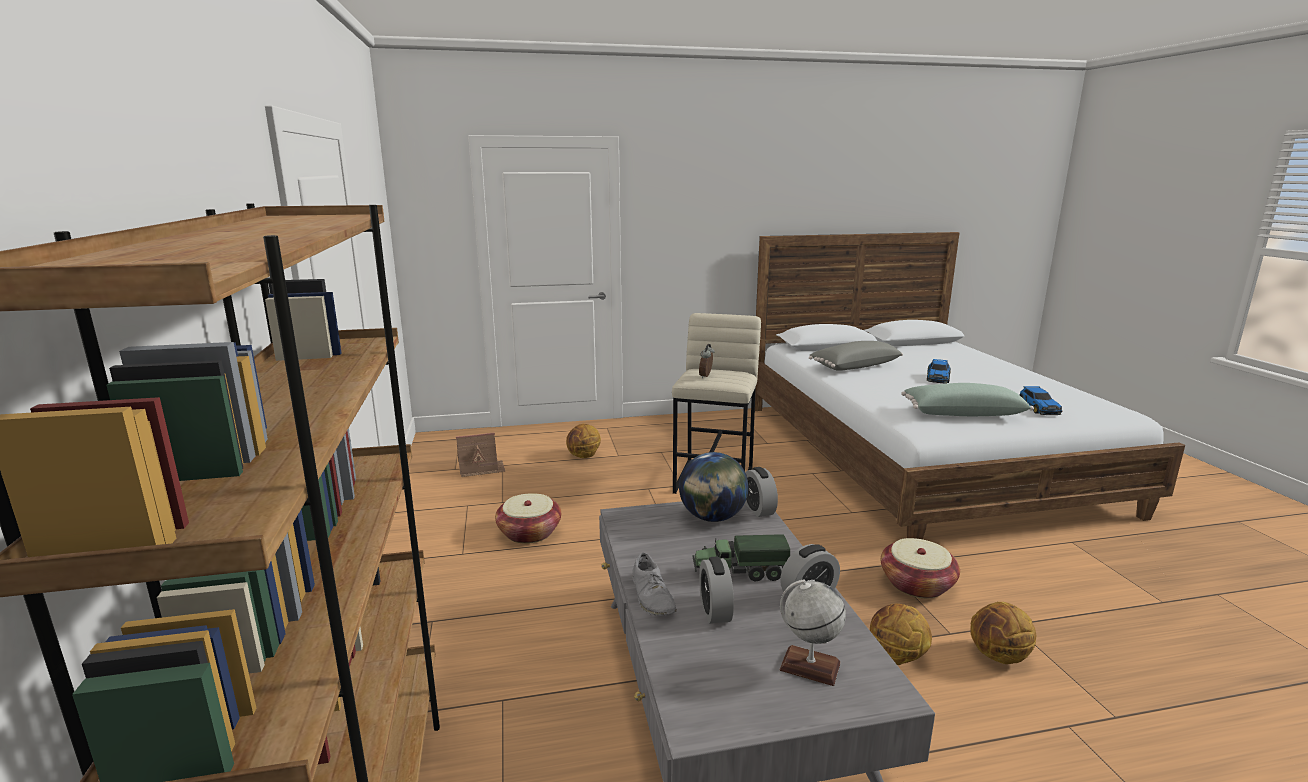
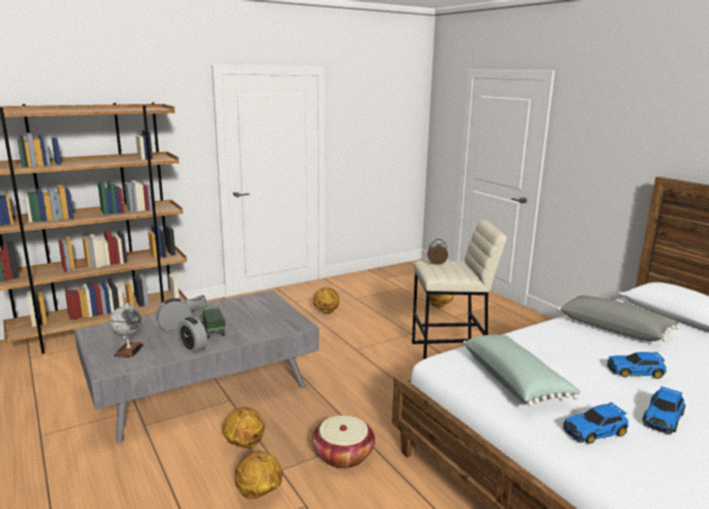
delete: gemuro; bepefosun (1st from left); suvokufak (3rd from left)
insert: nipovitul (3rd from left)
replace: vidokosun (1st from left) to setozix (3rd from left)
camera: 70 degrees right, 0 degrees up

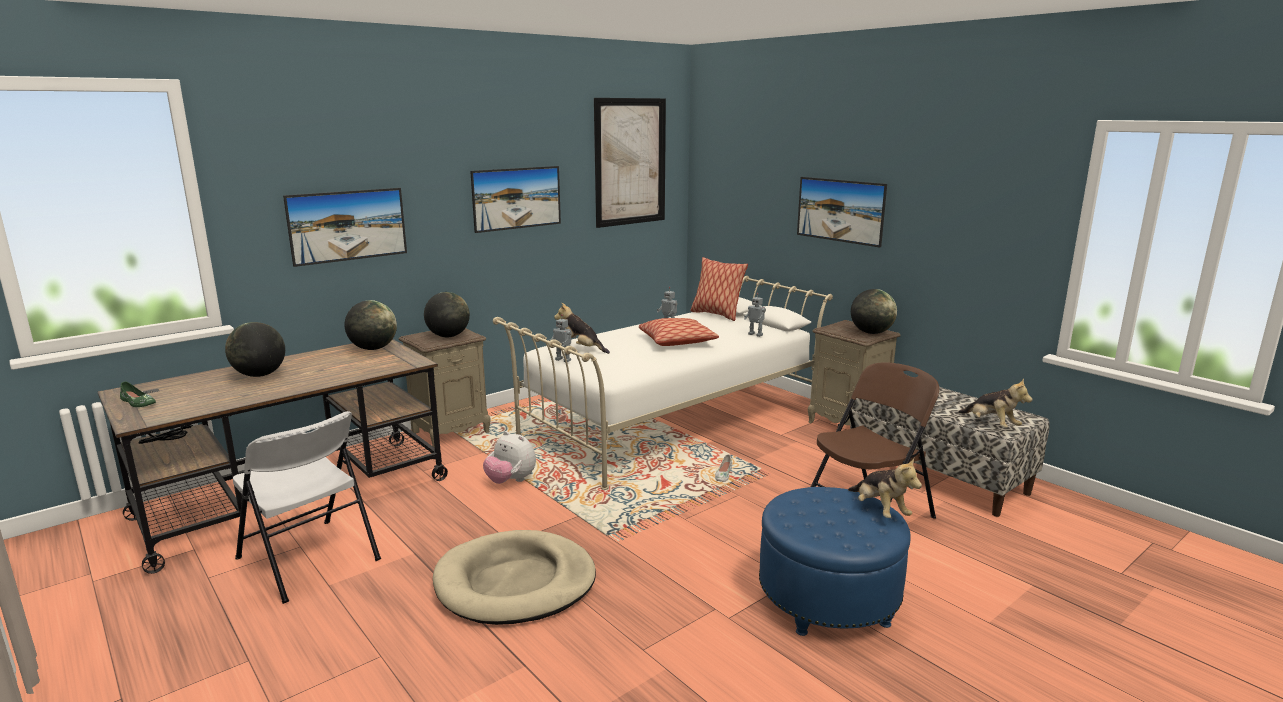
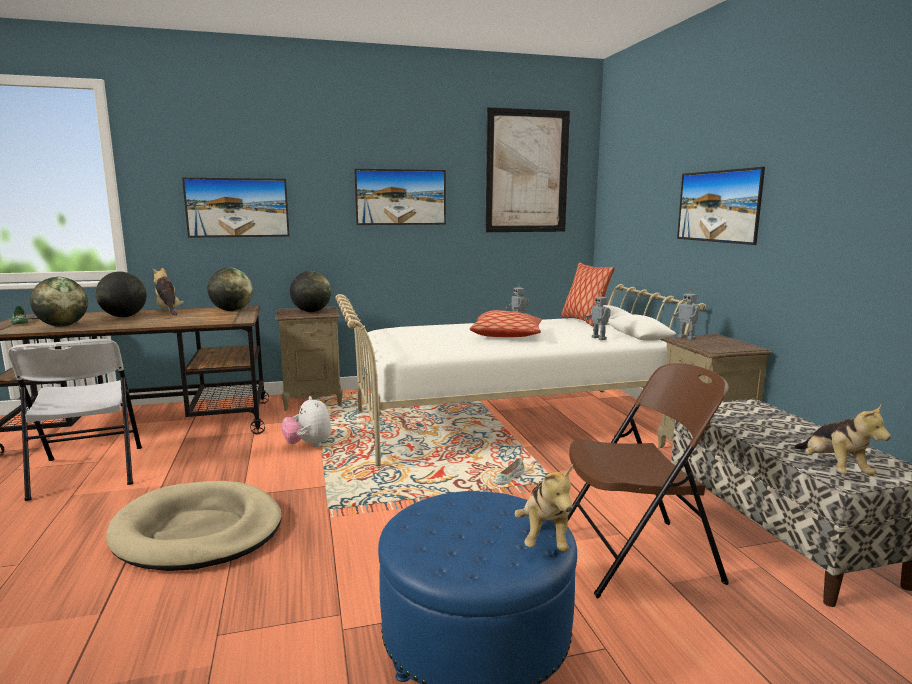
move: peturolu (1st from left in the first image) to peturolu (3rd from left); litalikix (2nd from left in the first image) to litalikix (1st from left); bepefosun (4th from left in the first image) to bepefosun (1st from left)
camera: 25 degrees right, 5 degrees down

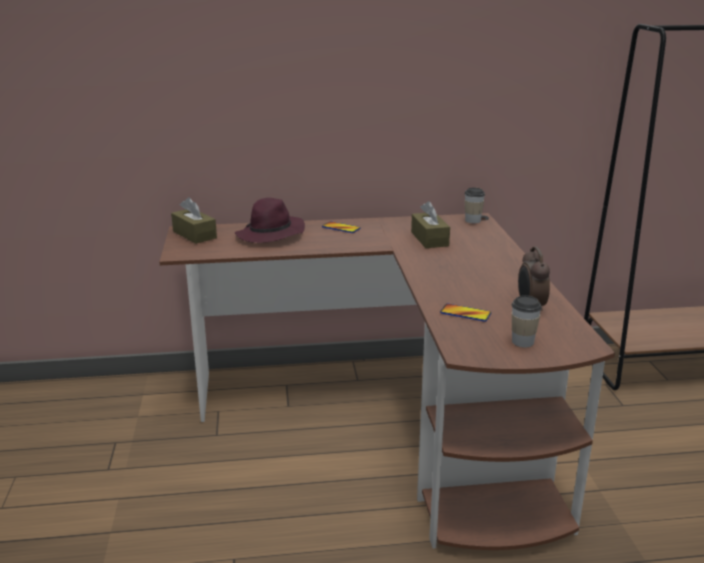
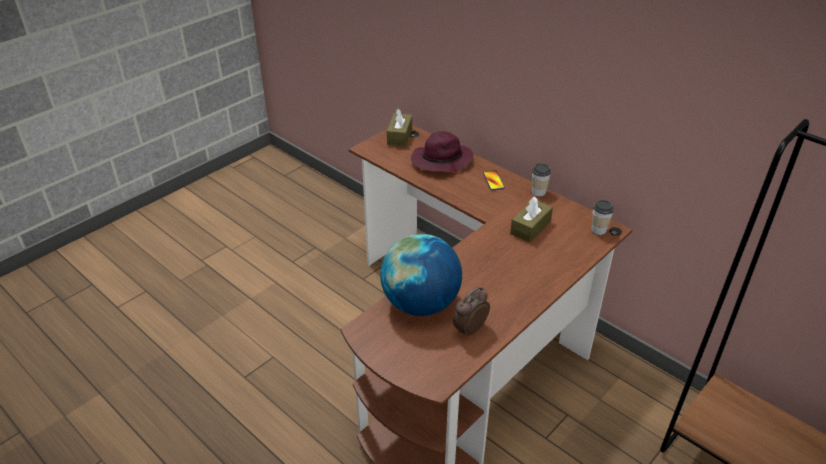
move: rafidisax (2nd from left in the first image) to rafidisax (1st from left)
replace: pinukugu (2nd from left) to bepefosun
camera: 50 degrees right, 15 degrees up

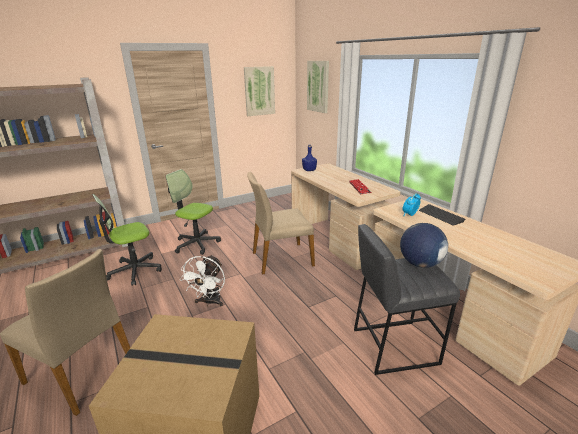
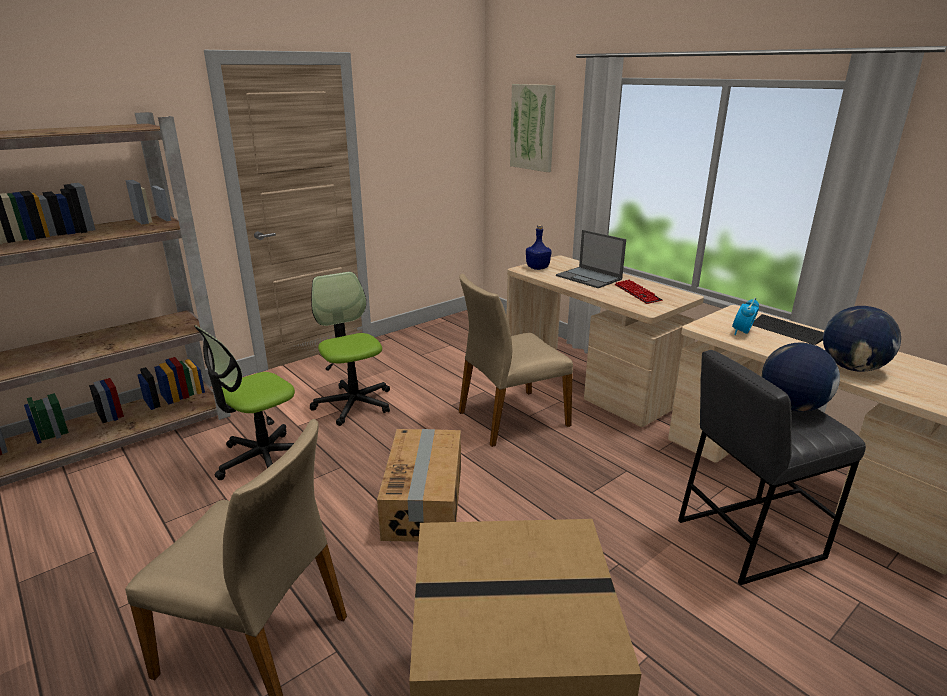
delete: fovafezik (1st from left)
insert: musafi; bepefosun (2nd from left)
replace: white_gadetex to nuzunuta (1st from left)
rotate: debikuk (2nd from left) 45 degrees clockwise
camera: 10 degrees left, 0 degrees up

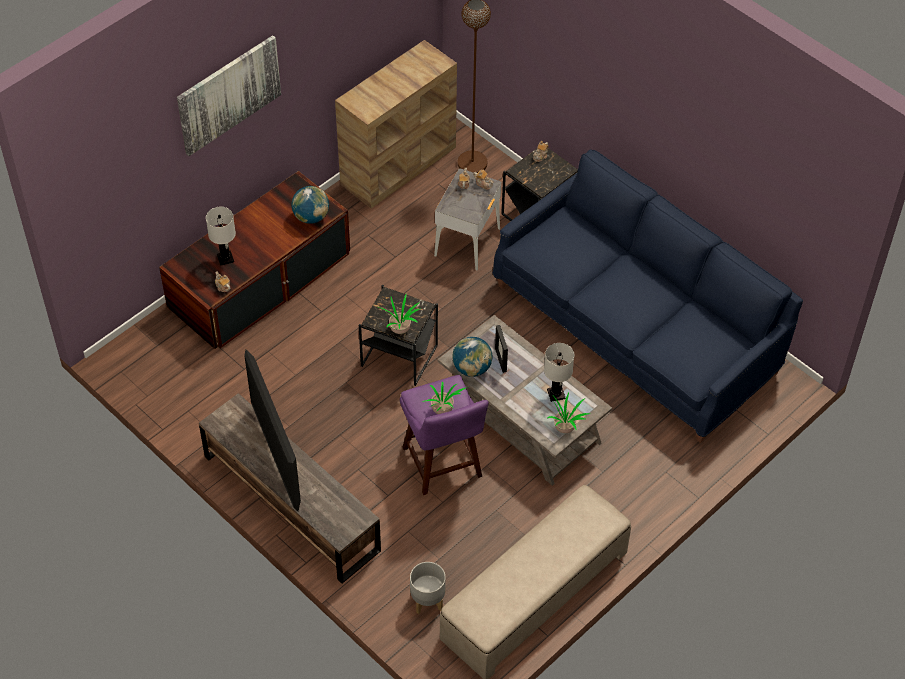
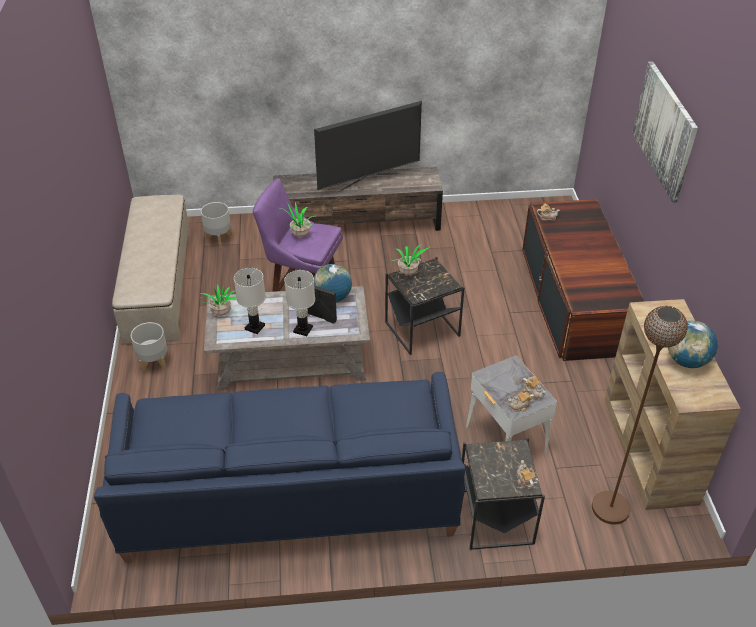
insert: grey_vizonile (1st from left)
move: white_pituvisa (1st from left in the first image) to white_pituvisa (2nd from left); bepefosun (1st from left in the first image) to bepefosun (2nd from left)
rotate: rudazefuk 135 degrees clockwise
camera: 130 degrees right, 10 degrees down

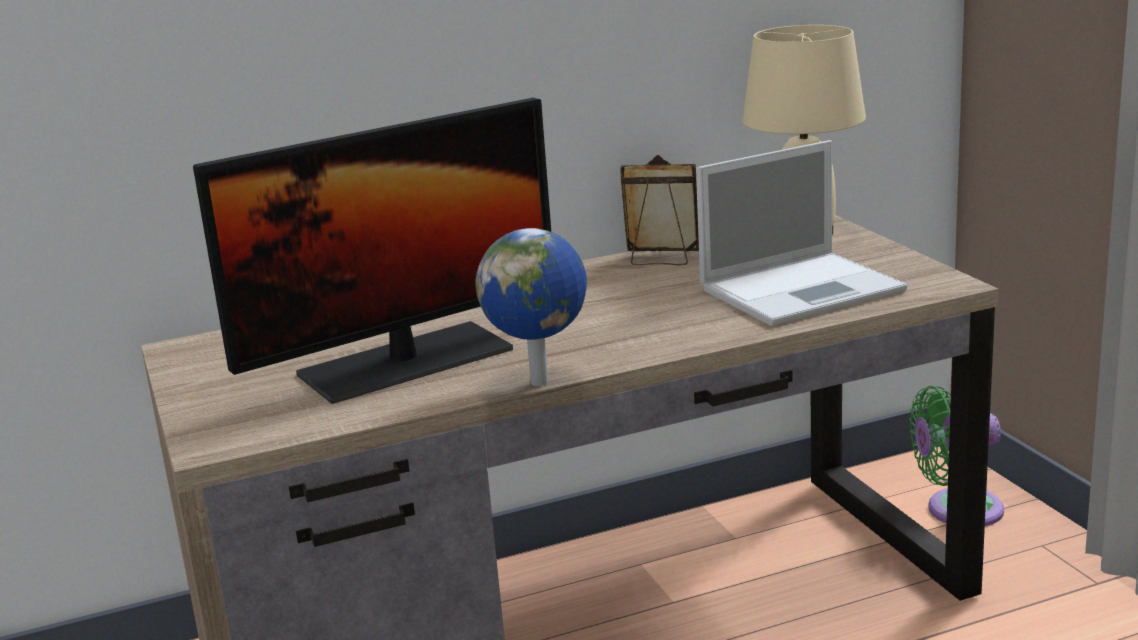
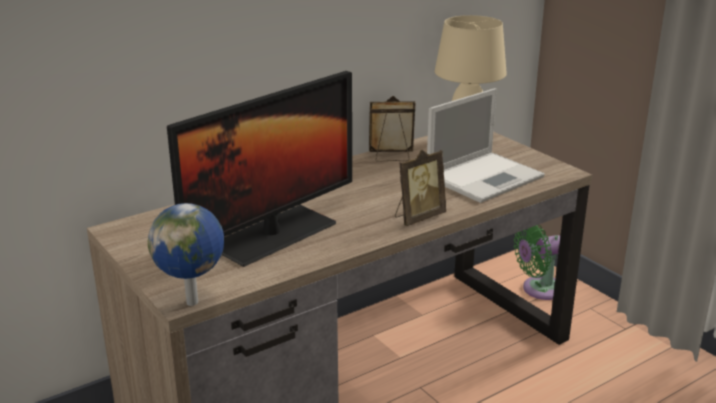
insert: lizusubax (2nd from left)
move: bepefosun
camera: 15 degrees left, 5 degrees up

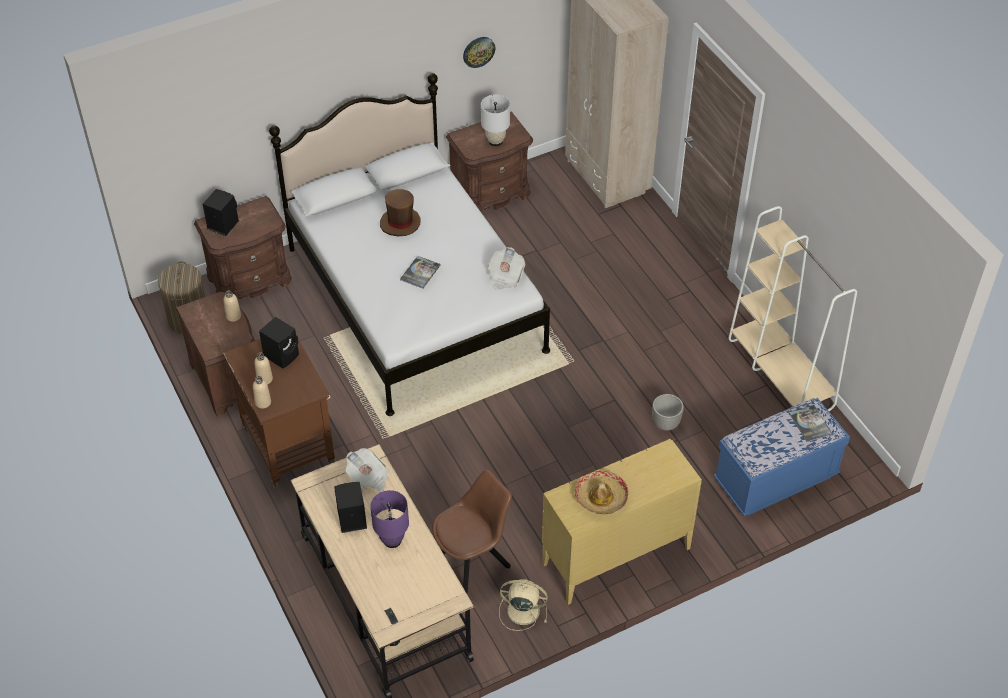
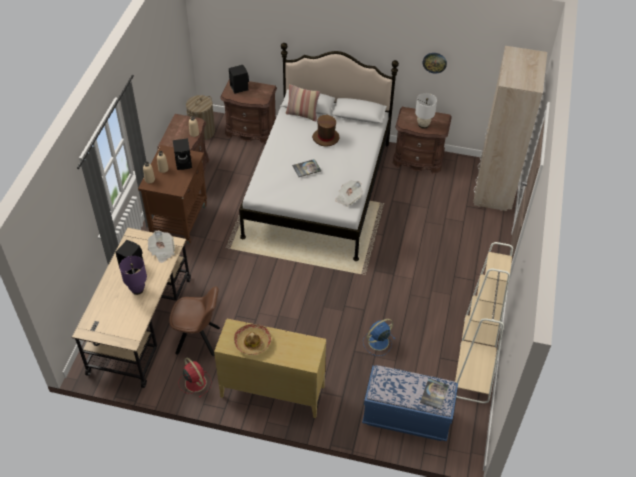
insert: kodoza
replace: vizonile to blue_gadetex
recolor: beige_gadetex to red_gadetex
camera: 40 degrees right, 0 degrees up

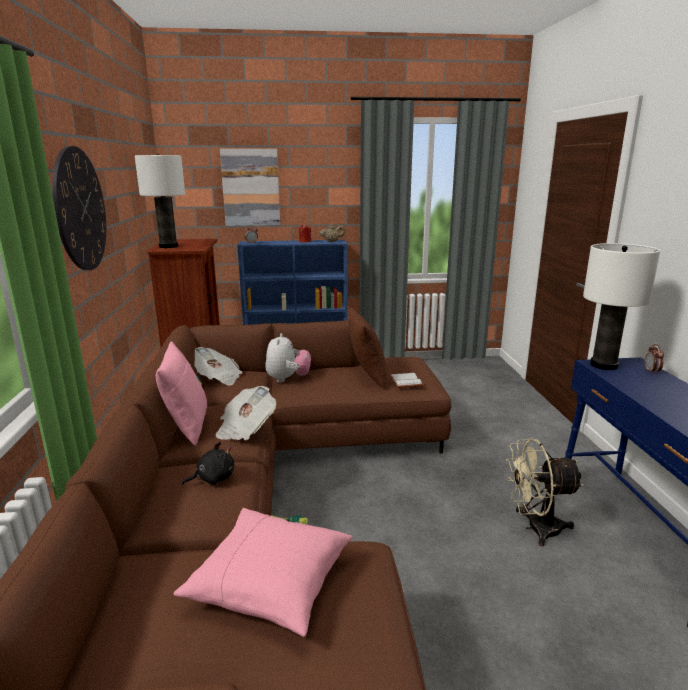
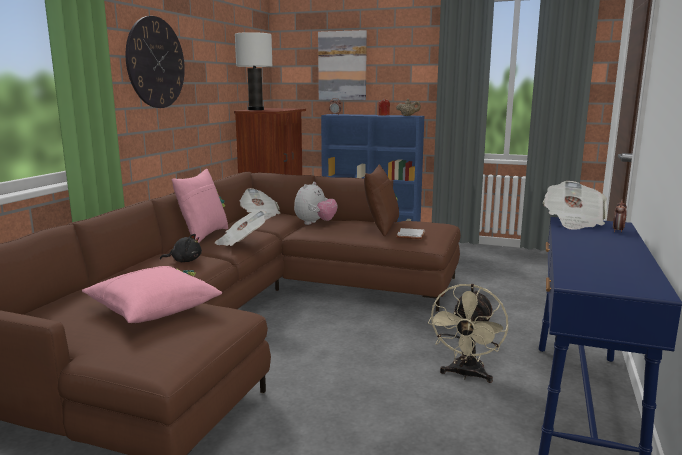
replace: white_pituvisa (2nd from left) to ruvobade (3rd from left)
rotate: beige_gadetex 90 degrees counterclockwise
camera: 25 degrees right, 5 degrees down

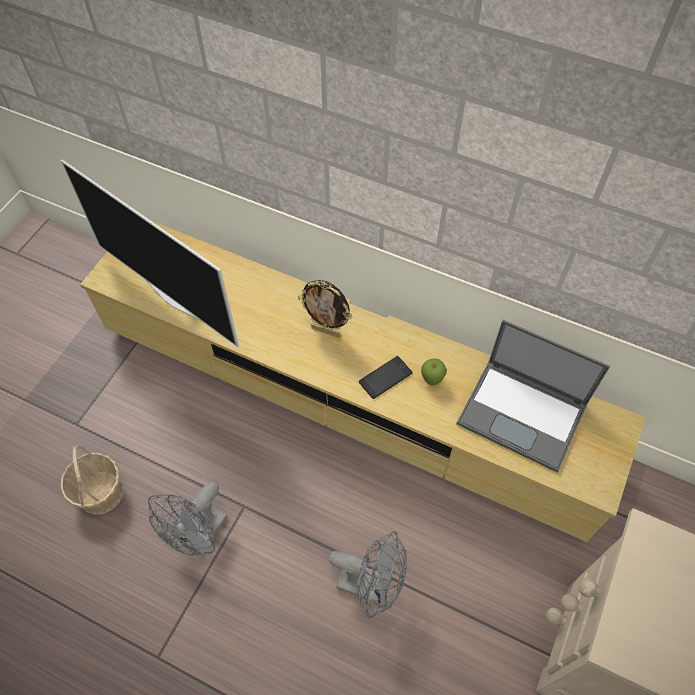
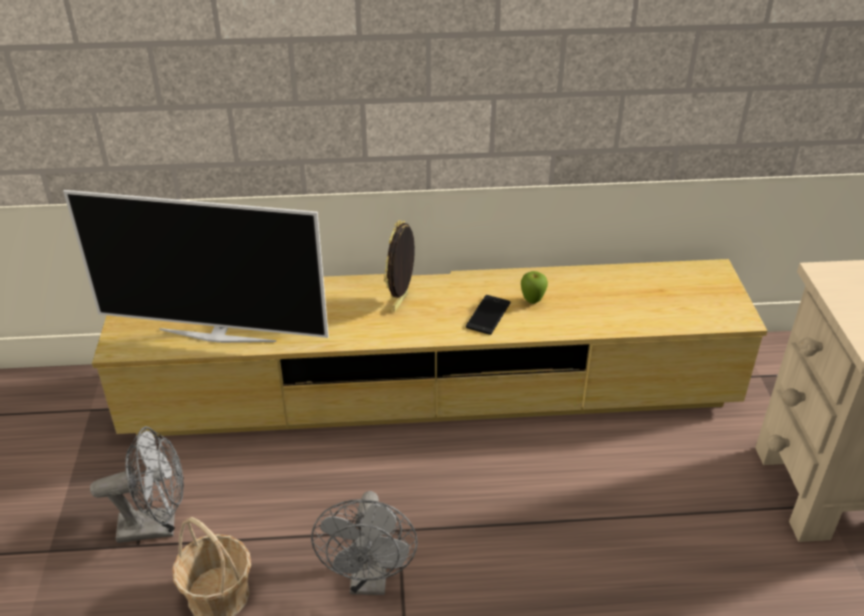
delete: musafi
move: grey_gadetex (2nd from left in the first image) to grey_gadetex (1st from left)
rotate: lizusubax 120 degrees clockwise
camera: 30 degrees left, 20 degrees down

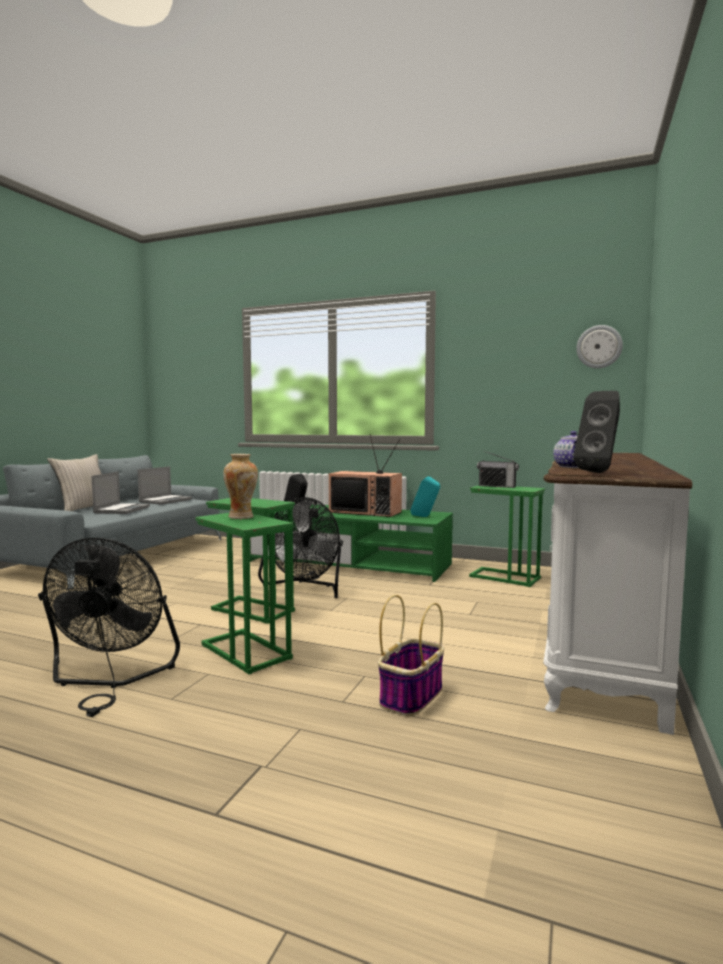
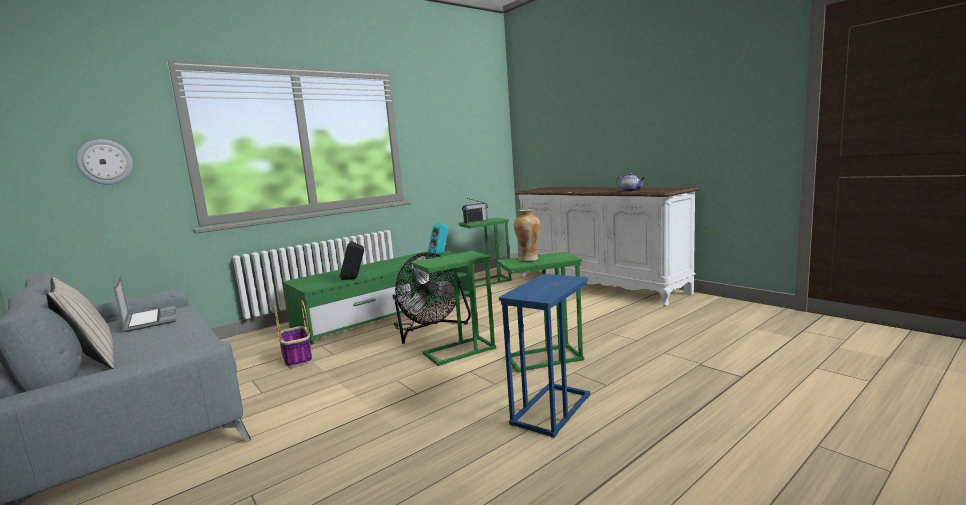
delete: musafi (1st from left); rudazefuk; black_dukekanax (2nd from left)
move: vidokosun; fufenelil
replace: black_gadetex (1st from left) to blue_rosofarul
camera: 60 degrees left, 5 degrees up

